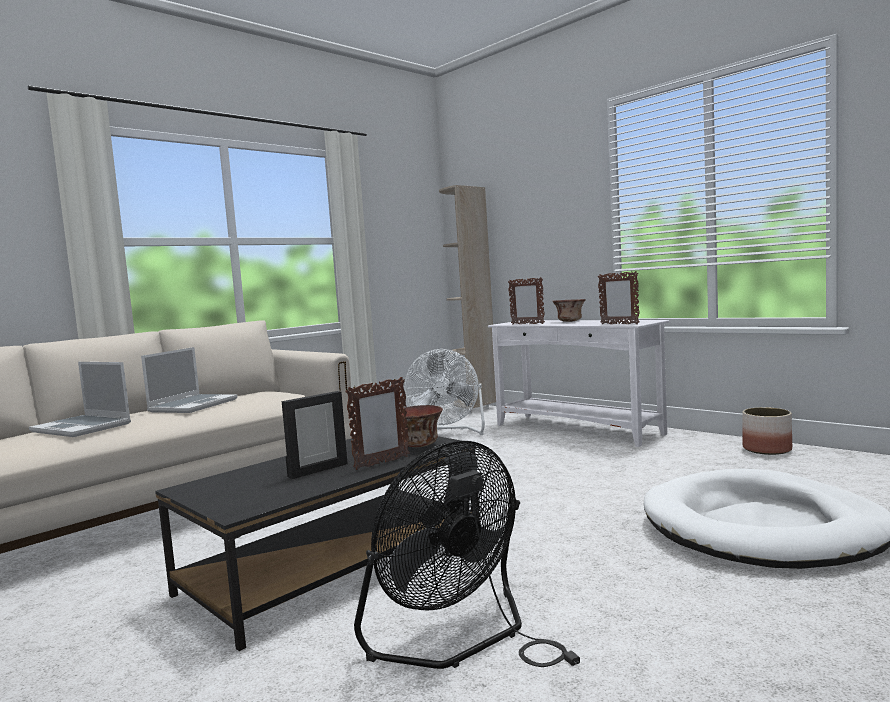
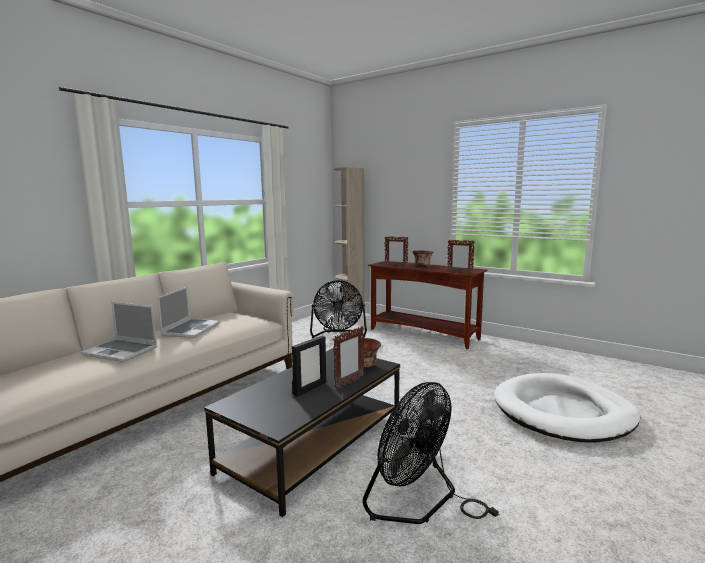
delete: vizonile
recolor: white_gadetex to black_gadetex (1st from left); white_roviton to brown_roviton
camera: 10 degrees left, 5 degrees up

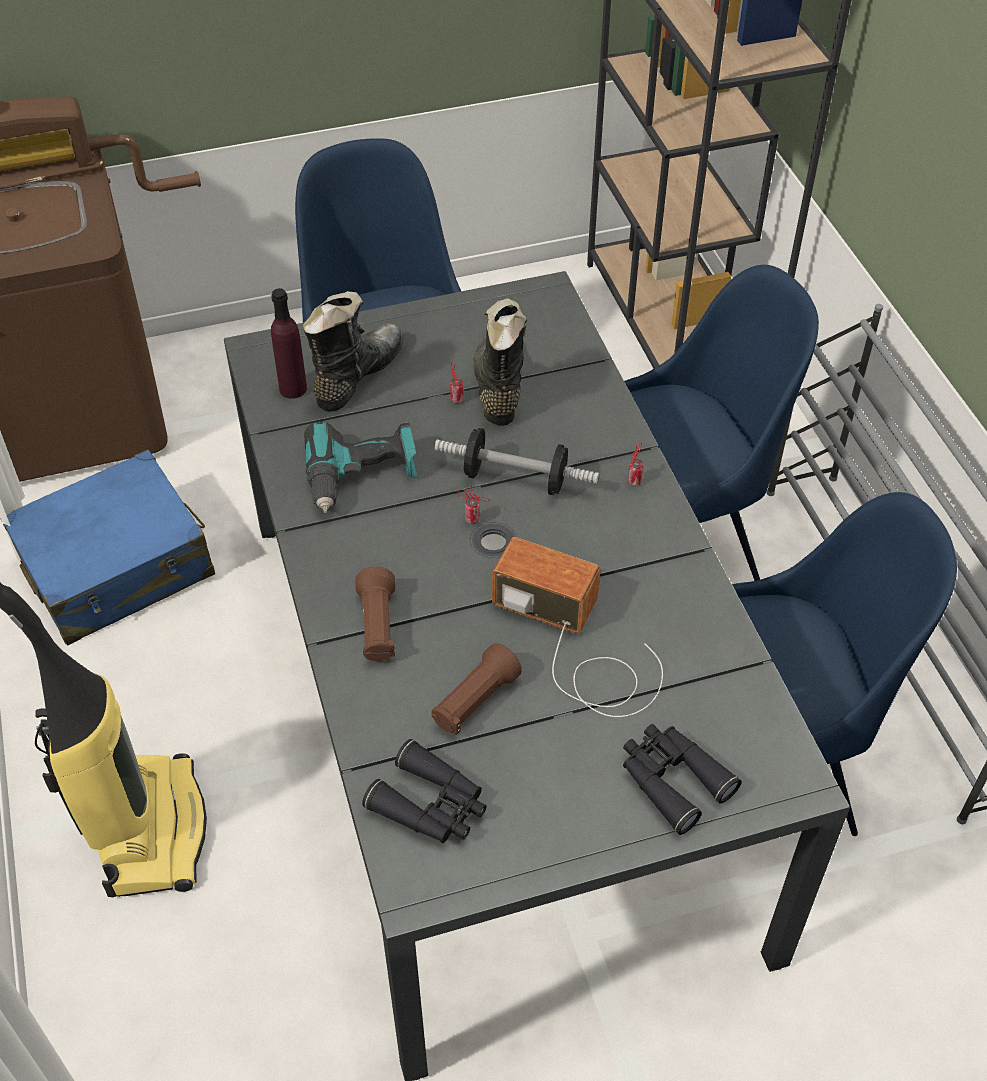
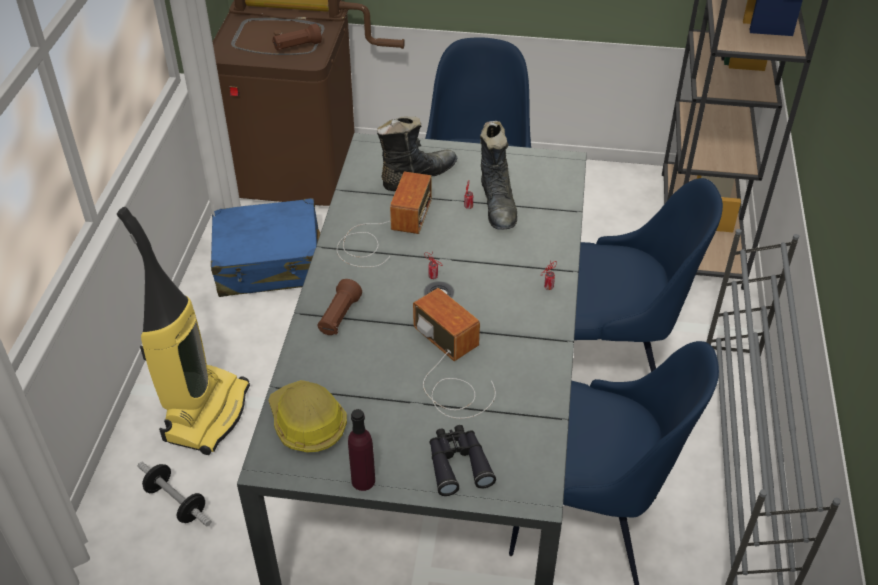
move: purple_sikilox; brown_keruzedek (2nd from left in the first image) to brown_keruzedek (1st from left); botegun
replace: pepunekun to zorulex (1st from left); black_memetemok (1st from left) to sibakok
rotate: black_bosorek (2nd from left) 150 degrees clockwise
camera: 25 degrees right, 5 degrees down

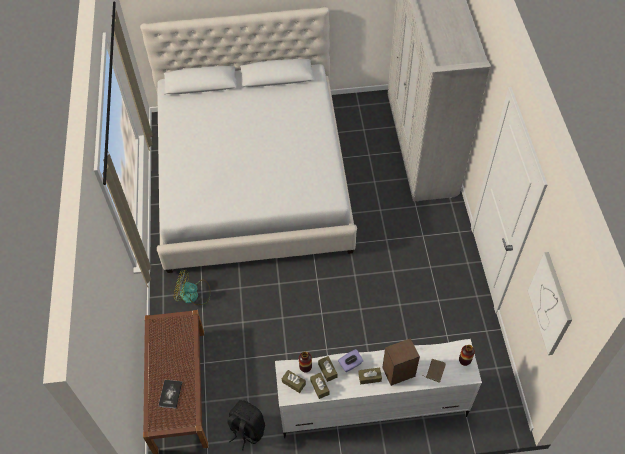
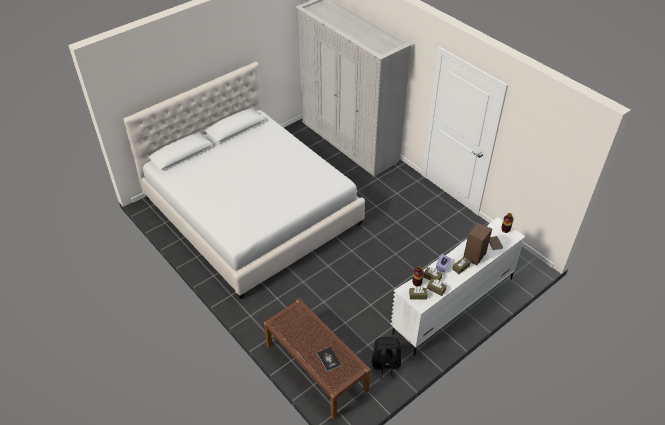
delete: gadetex; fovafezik
camera: 35 degrees left, 10 degrees down

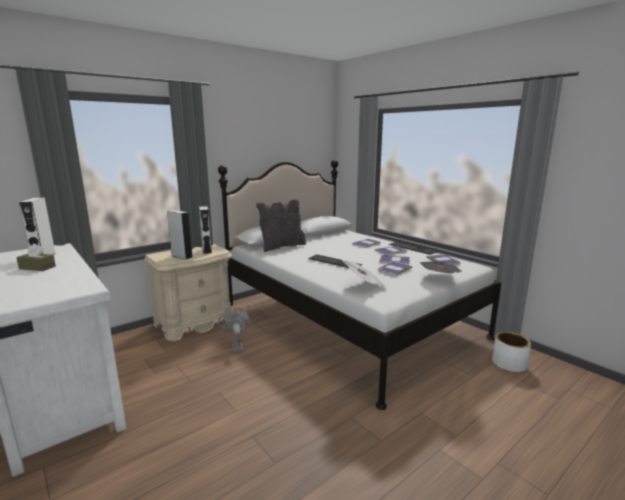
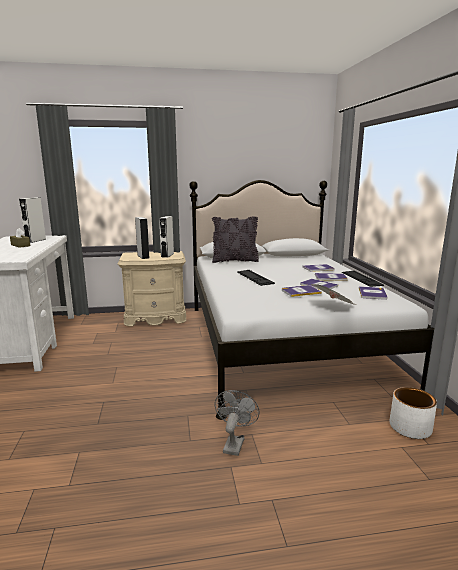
delete: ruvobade (1st from left)
move: grey_gadetex
camera: 30 degrees right, 0 degrees up

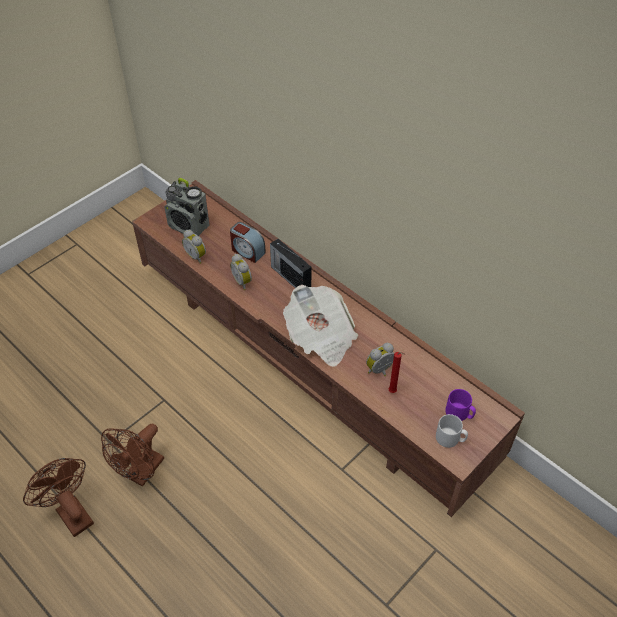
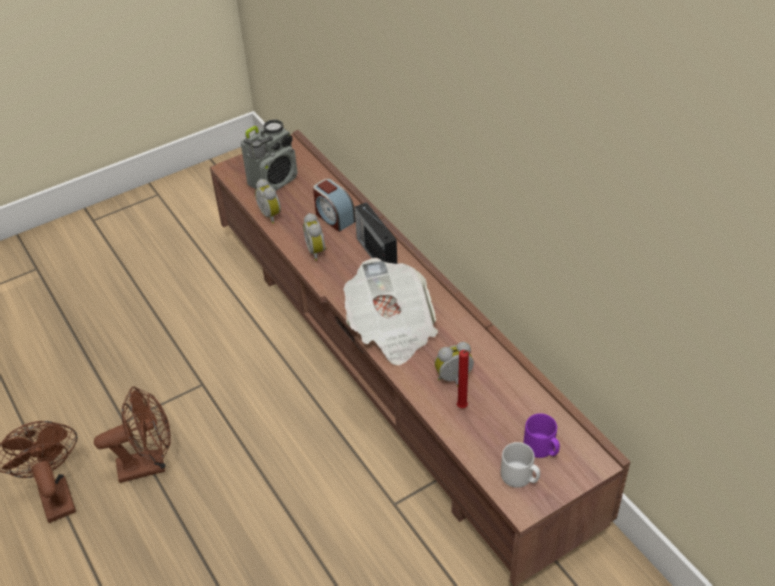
rotate: brown_gadetex (2nd from left) 150 degrees counterclockwise; zorulex (1st from left) 90 degrees counterclockwise
camera: 15 degrees right, 5 degrees down

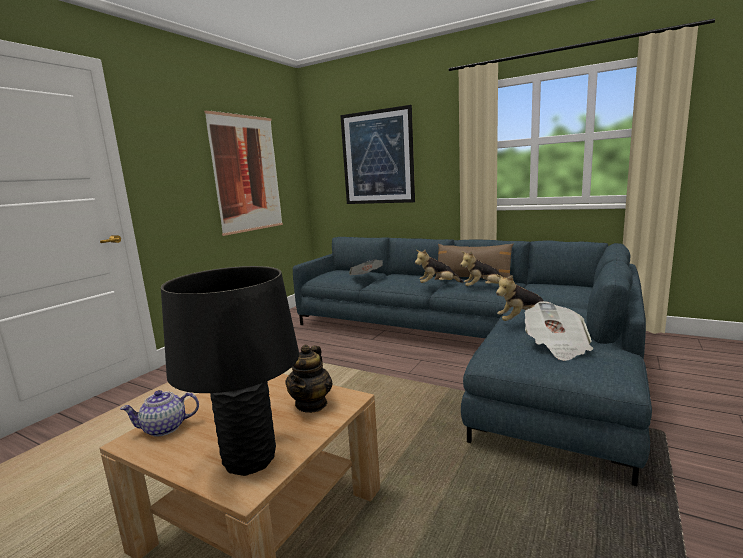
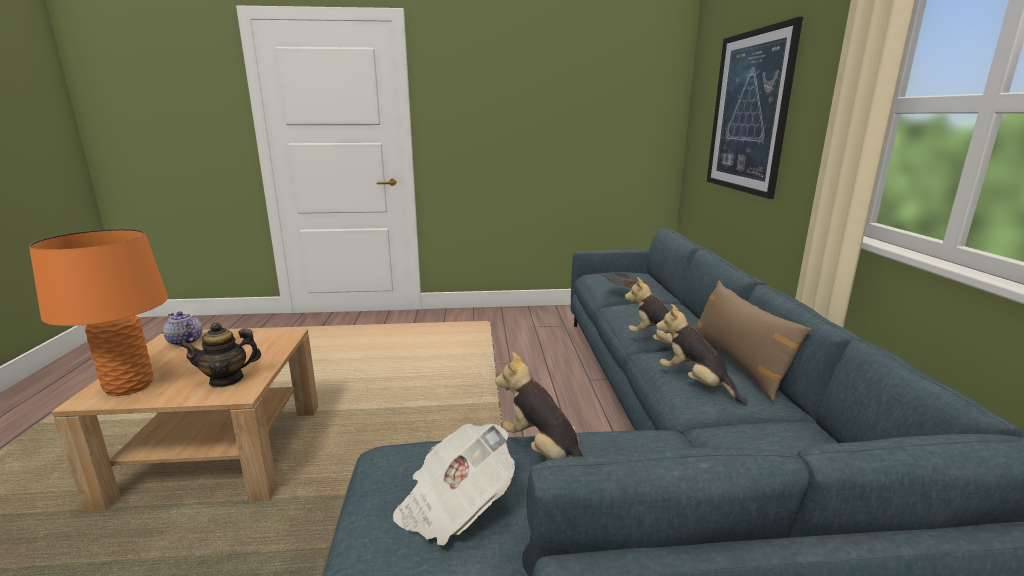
delete: fovafezik (1st from left)
recolor: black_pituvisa to orange_pituvisa
camera: 55 degrees right, 5 degrees up

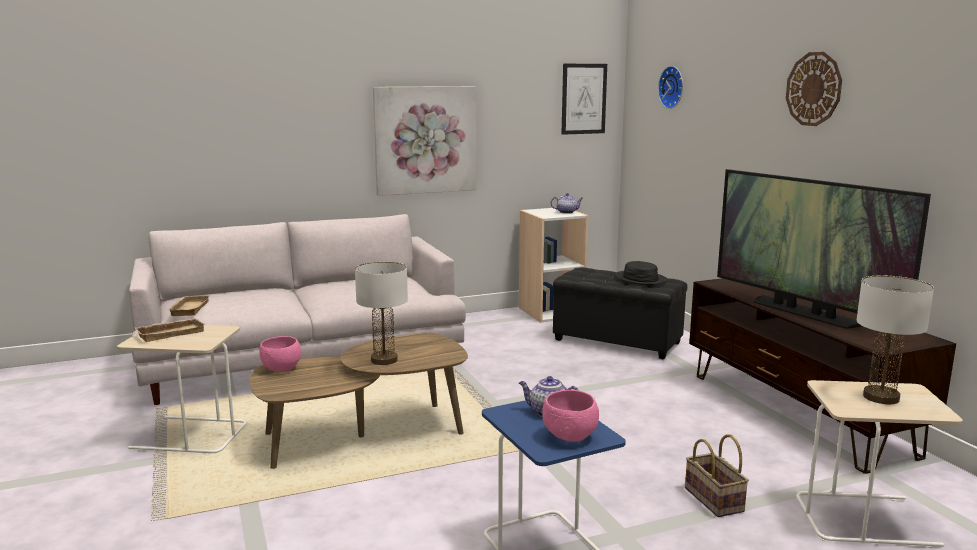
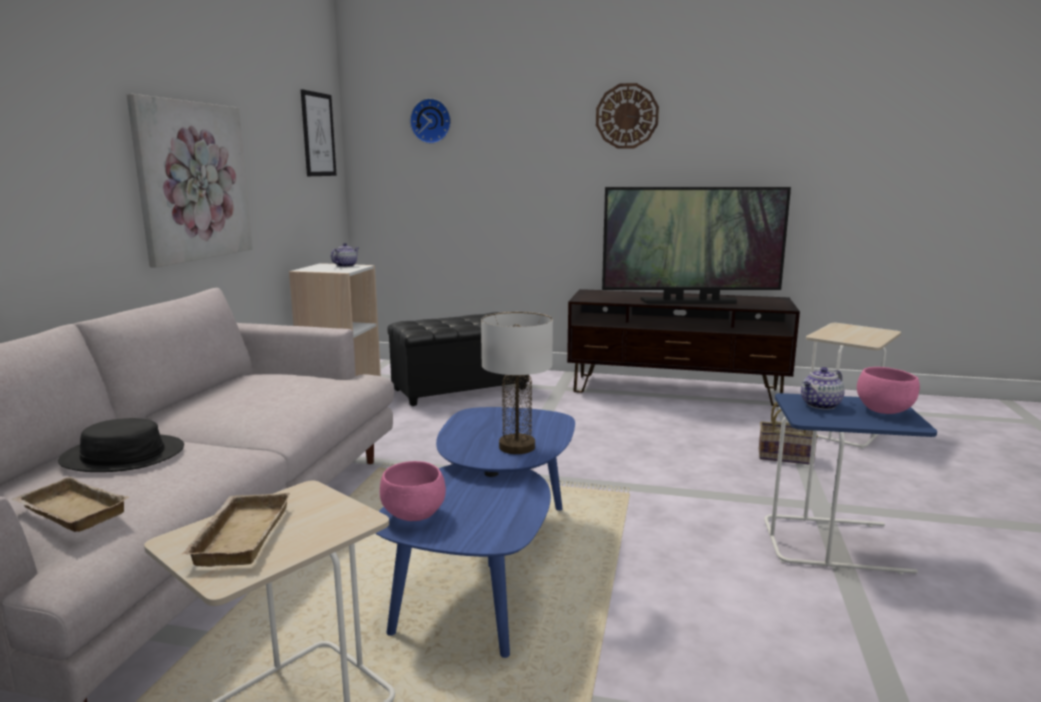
delete: pituvisa (2nd from left)
move: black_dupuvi
recolor: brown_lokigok to blue_lokigok
camera: 55 degrees left, 0 degrees up

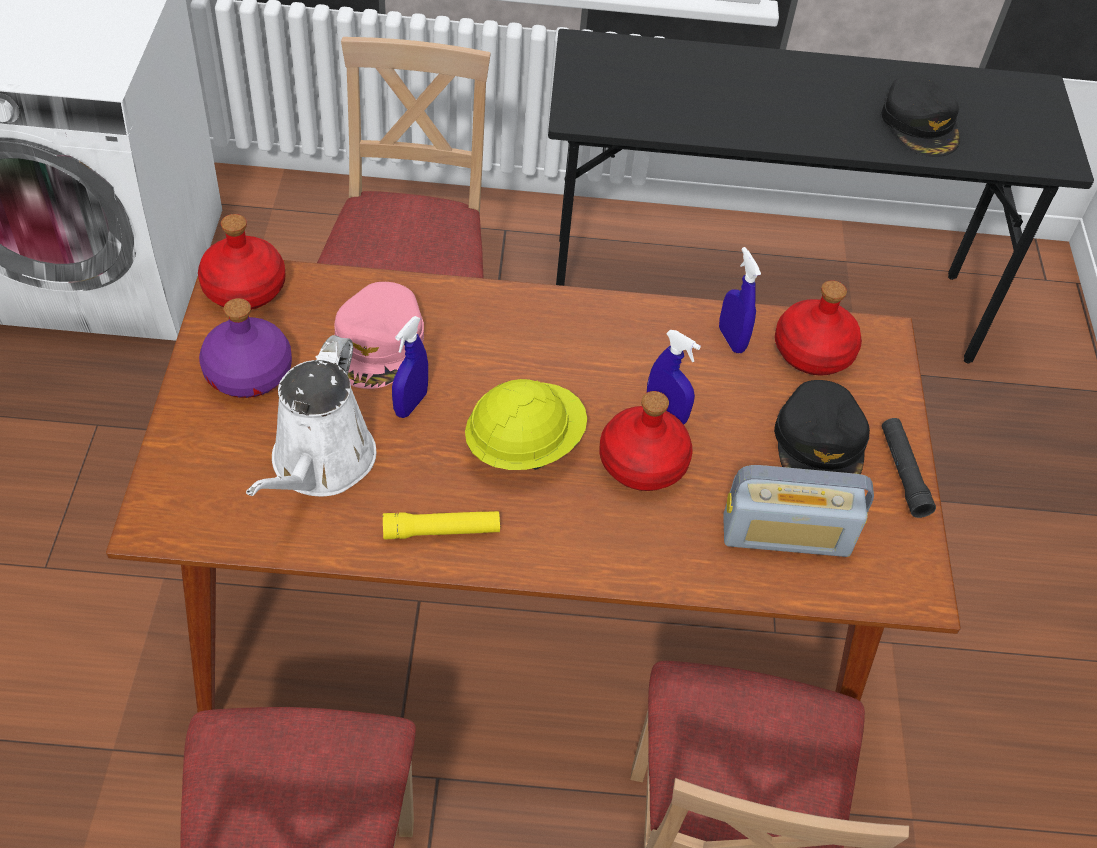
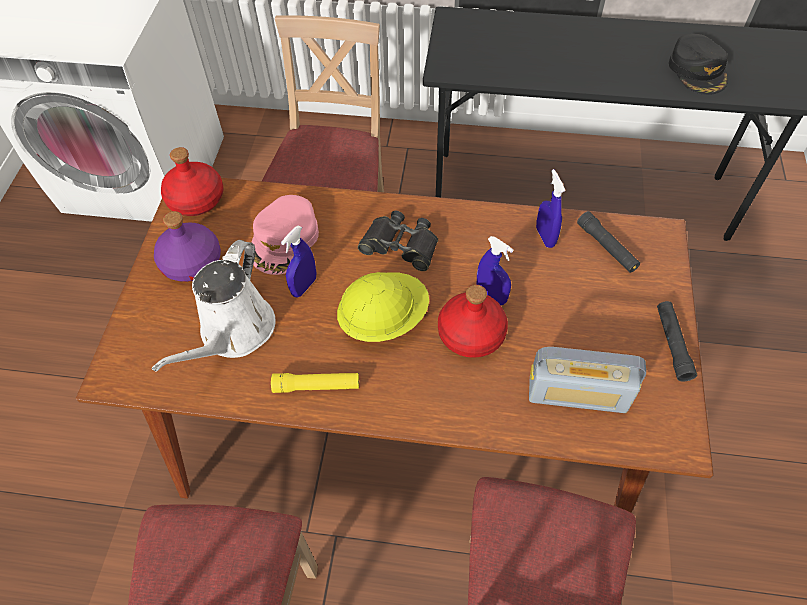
delete: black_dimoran (1st from left)
insert: black_memetemok
replace: red_sikilox (3rd from left) to black_keruzedek (1st from left)
camera: 10 degrees right, 5 degrees up

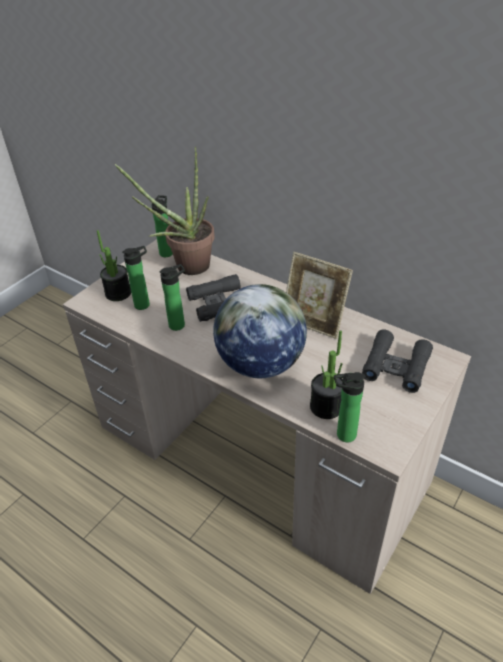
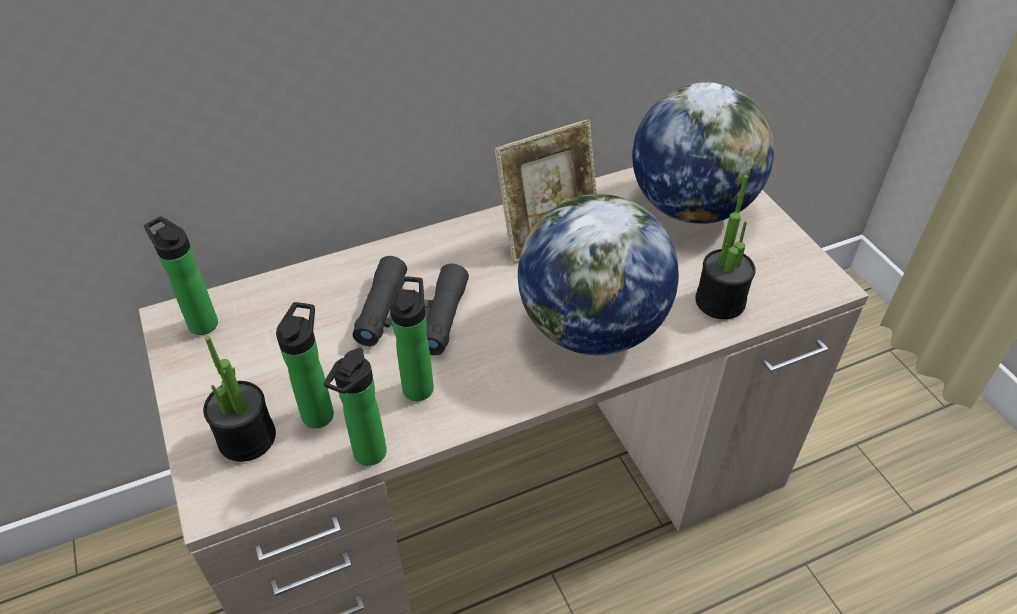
delete: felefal (2nd from left)
move: sikilox (4th from left in the first image) to sikilox (3rd from left)
replace: black_memetemok (2nd from left) to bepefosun (2nd from left)
camera: 60 degrees left, 5 degrees up

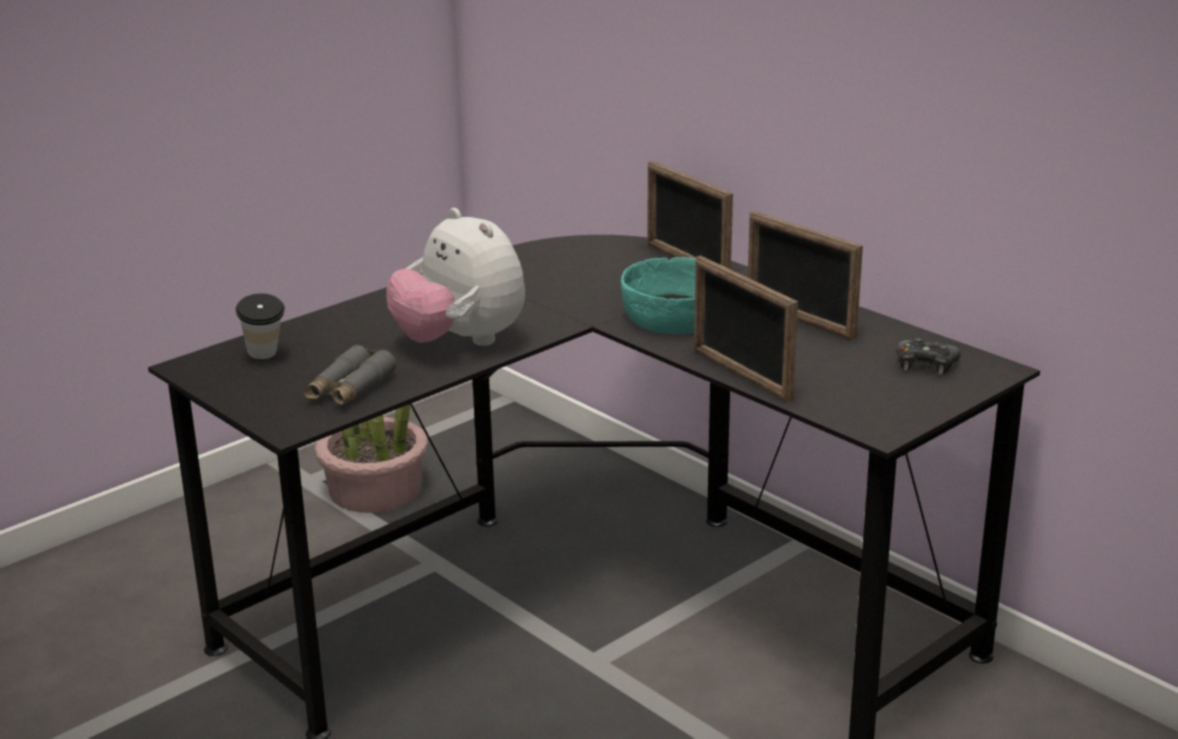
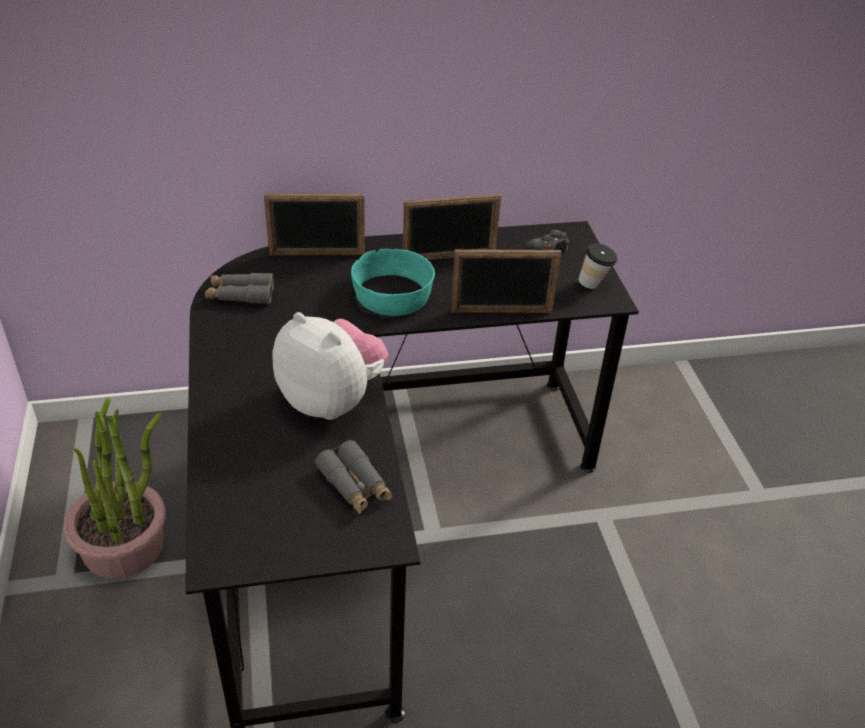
insert: grey_memetemok (1st from left)
move: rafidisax
rotate: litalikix 135 degrees counterclockwise
camera: 60 degrees left, 15 degrees up

